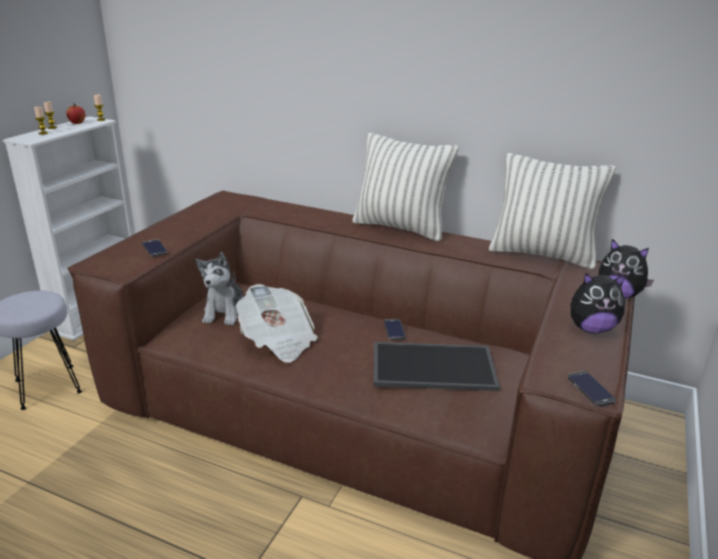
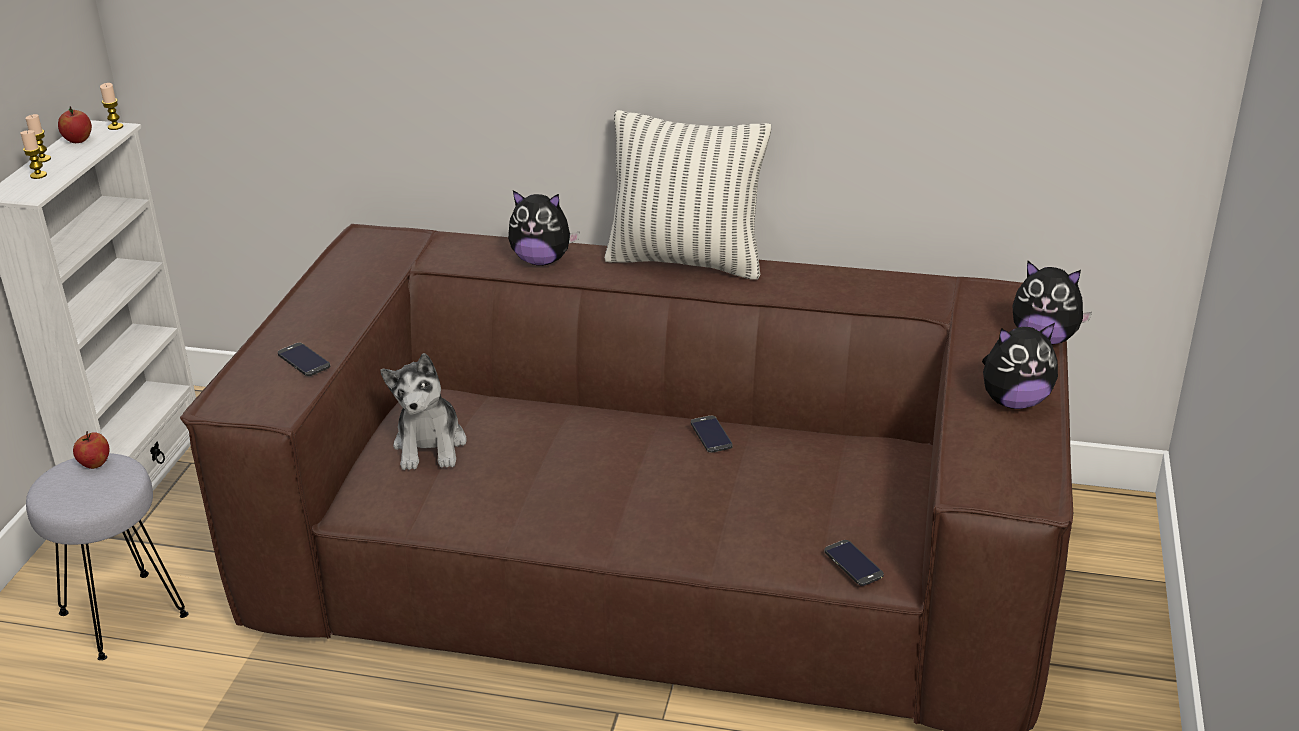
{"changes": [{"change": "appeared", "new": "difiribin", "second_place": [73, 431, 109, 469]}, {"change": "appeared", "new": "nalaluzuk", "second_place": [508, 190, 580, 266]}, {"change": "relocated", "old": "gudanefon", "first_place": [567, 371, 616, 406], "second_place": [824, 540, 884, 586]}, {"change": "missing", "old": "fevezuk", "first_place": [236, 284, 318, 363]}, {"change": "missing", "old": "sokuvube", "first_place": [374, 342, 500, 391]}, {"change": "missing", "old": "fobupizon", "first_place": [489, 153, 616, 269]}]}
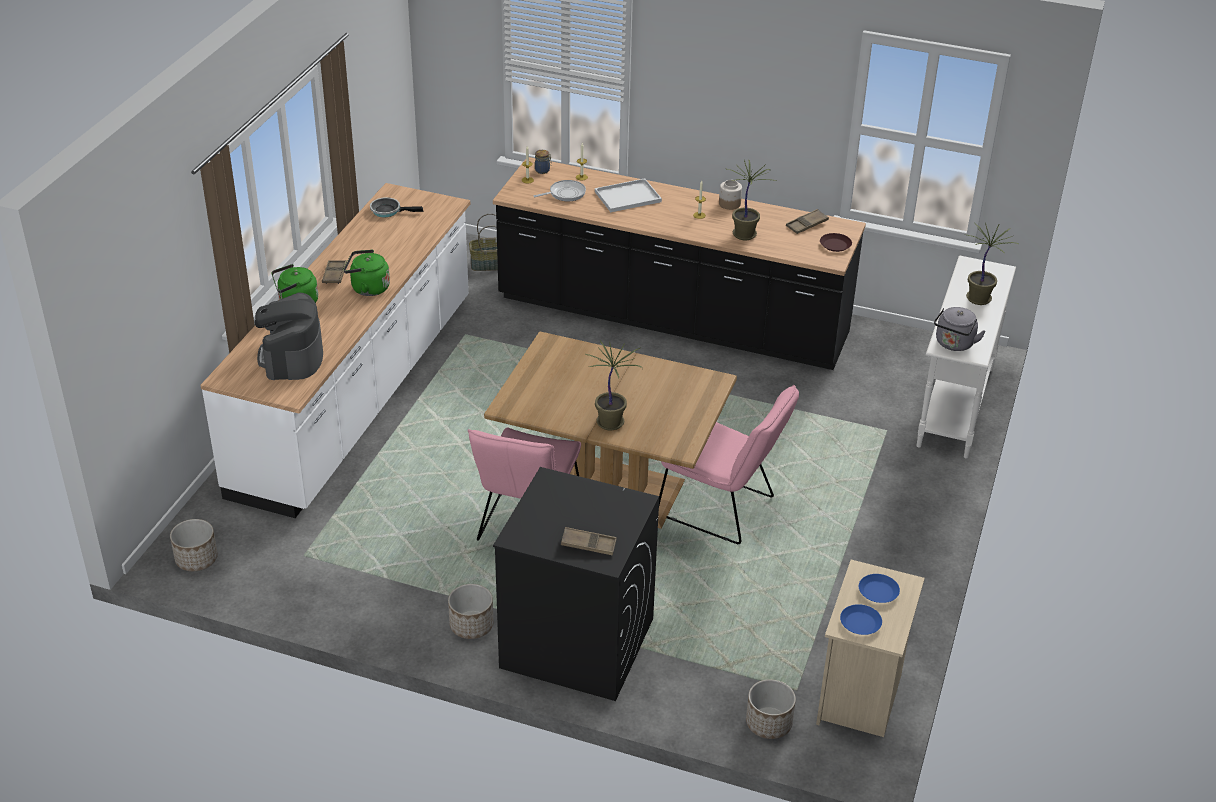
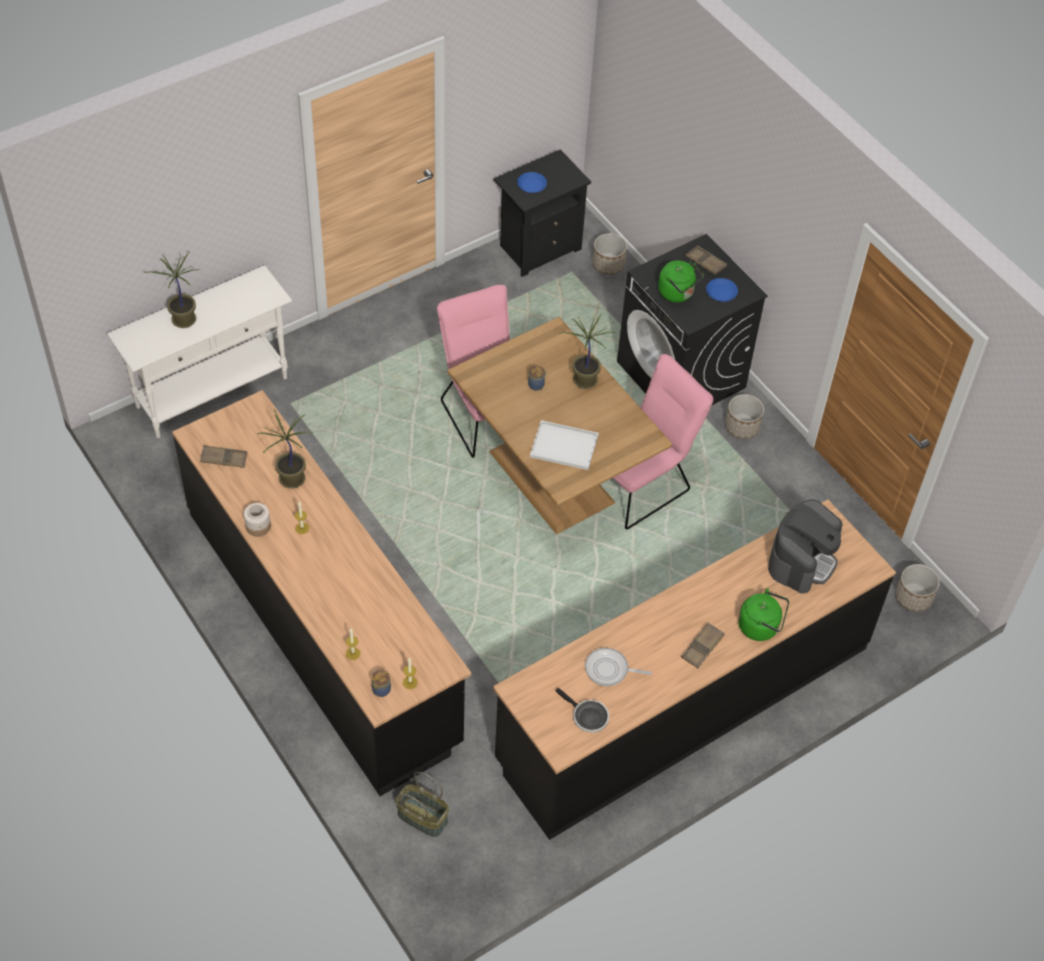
{"changes": [{"change": "colour", "old": "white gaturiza", "new": "black gaturiza", "first_place": [201, 183, 470, 518], "second_place": [493, 499, 896, 840]}, {"change": "colour", "old": "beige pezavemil", "new": "black pezavemil", "first_place": [816, 560, 925, 737], "second_place": [494, 149, 591, 277]}, {"change": "appeared", "new": "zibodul", "second_place": [528, 366, 547, 391]}, {"change": "relocated", "old": "white sokuvube", "first_place": [595, 178, 662, 212], "second_place": [530, 420, 599, 470]}, {"change": "relocated", "old": "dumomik", "first_place": [533, 180, 586, 201], "second_place": [585, 648, 652, 686]}, {"change": "relocated", "old": "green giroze", "first_place": [343, 250, 390, 296], "second_place": [658, 260, 704, 303]}, {"change": "relocated", "old": "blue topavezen", "first_place": [840, 604, 882, 635], "second_place": [706, 278, 738, 302]}, {"change": "missing", "old": "brown topavezen", "first_place": [820, 233, 852, 252]}, {"change": "missing", "old": "grey giroze", "first_place": [934, 307, 986, 351]}]}
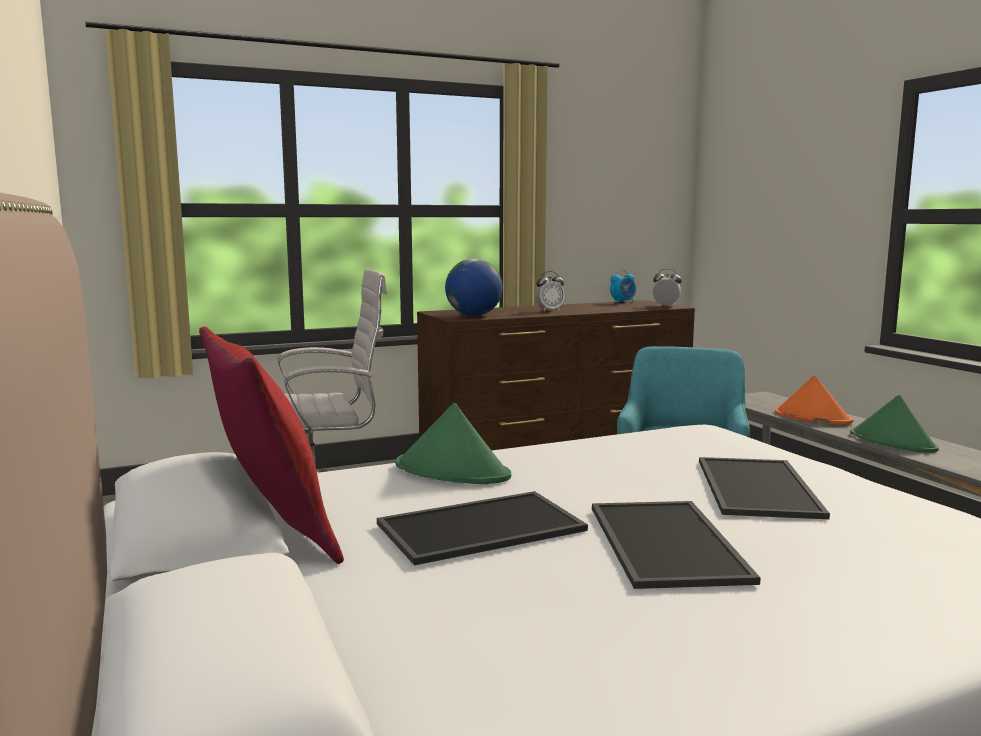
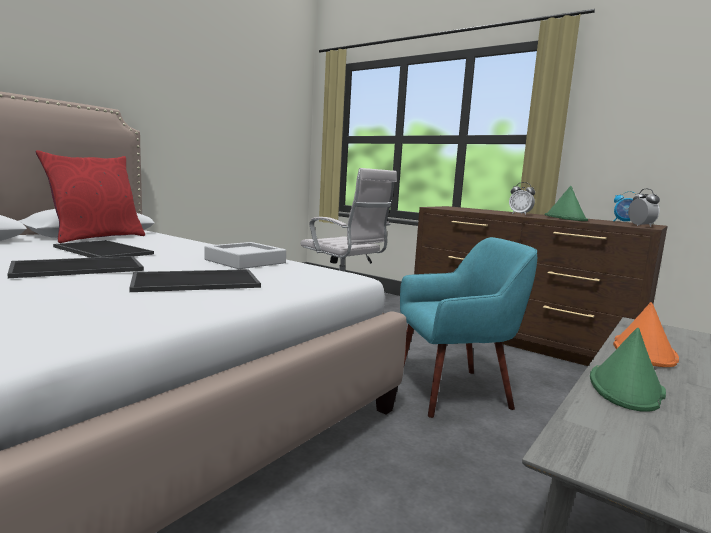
{"changes": [{"change": "appeared", "new": "grey sokuvube", "second_place": [204, 242, 286, 269]}, {"change": "relocated", "old": "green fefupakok", "first_place": [396, 403, 511, 484], "second_place": [545, 186, 588, 221]}, {"change": "missing", "old": "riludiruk", "first_place": [445, 259, 503, 316]}]}
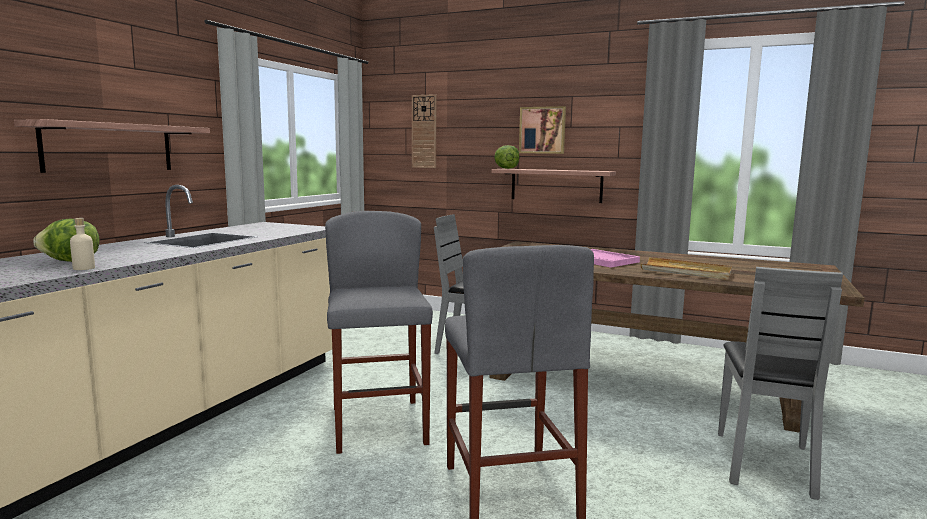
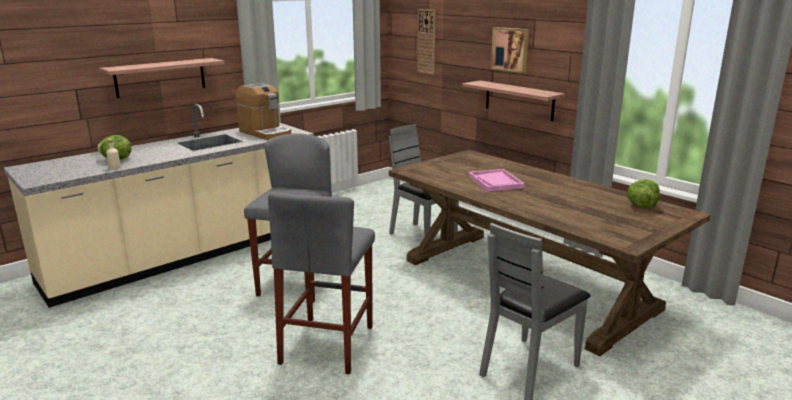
{"changes": [{"change": "appeared", "new": "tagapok", "second_place": [235, 83, 291, 140]}, {"change": "relocated", "old": "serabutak", "first_place": [494, 145, 519, 169], "second_place": [627, 180, 660, 208]}, {"change": "missing", "old": "beige sokuvube", "first_place": [641, 257, 732, 280]}]}
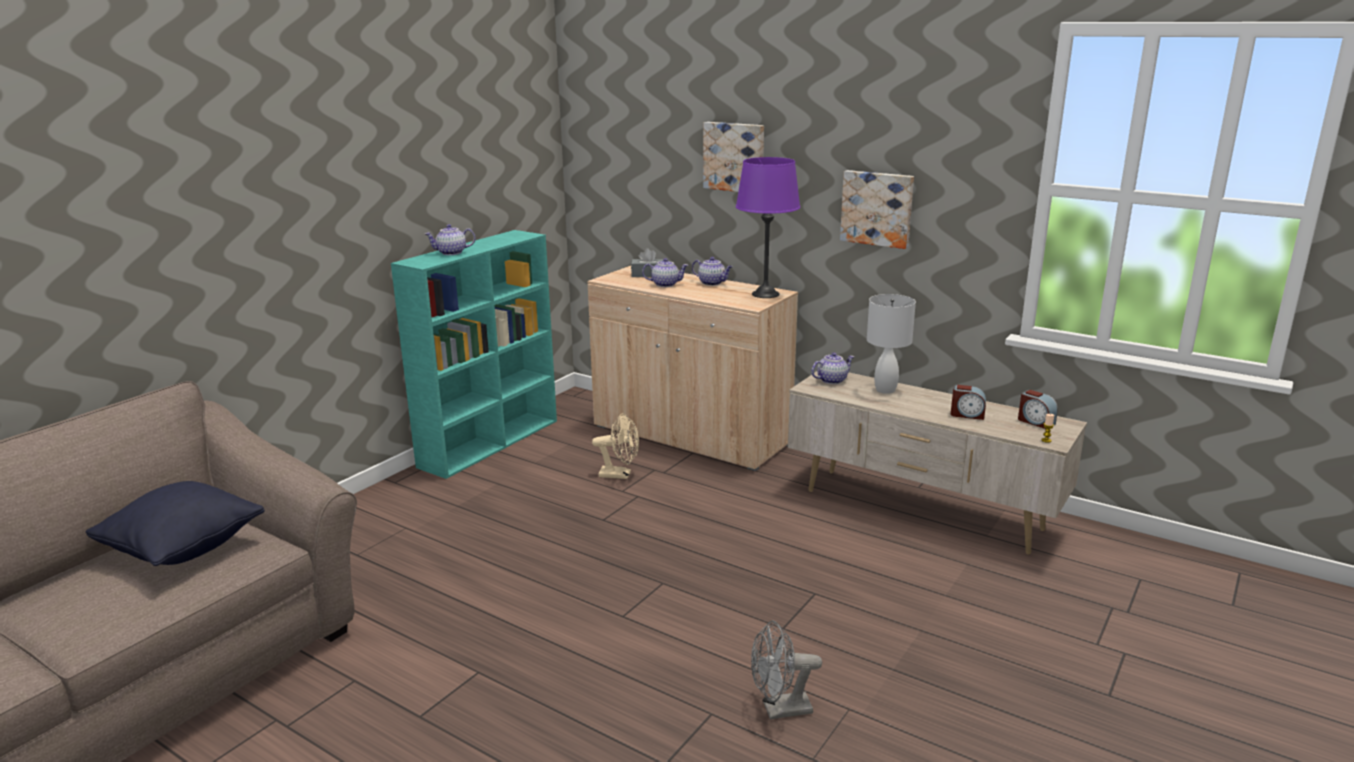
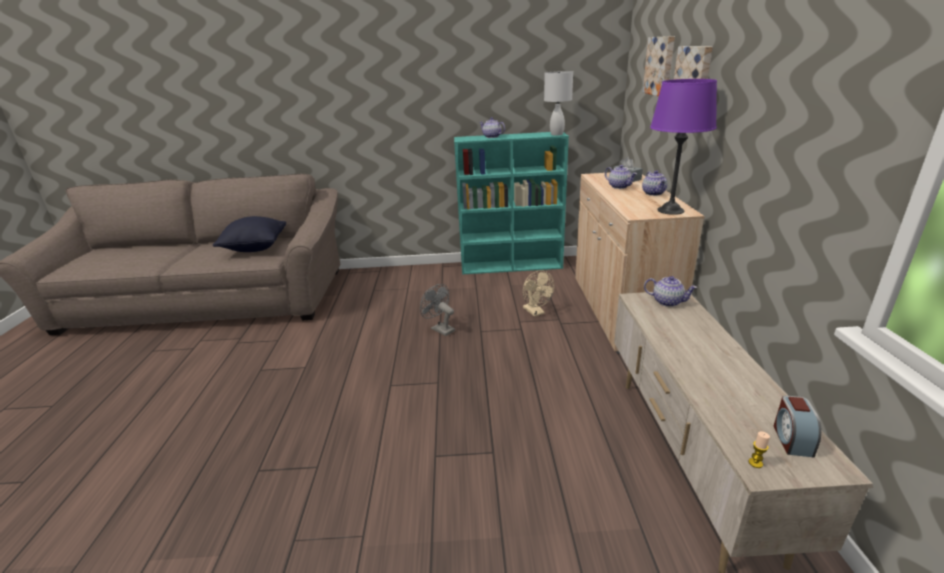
{"changes": [{"change": "relocated", "old": "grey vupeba", "first_place": [751, 620, 822, 720], "second_place": [420, 284, 455, 336]}, {"change": "relocated", "old": "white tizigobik", "first_place": [867, 294, 916, 394], "second_place": [544, 71, 573, 135]}, {"change": "relocated", "old": "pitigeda", "first_place": [840, 170, 914, 249], "second_place": [643, 36, 675, 96]}, {"change": "missing", "old": "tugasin", "first_place": [951, 385, 986, 420]}]}
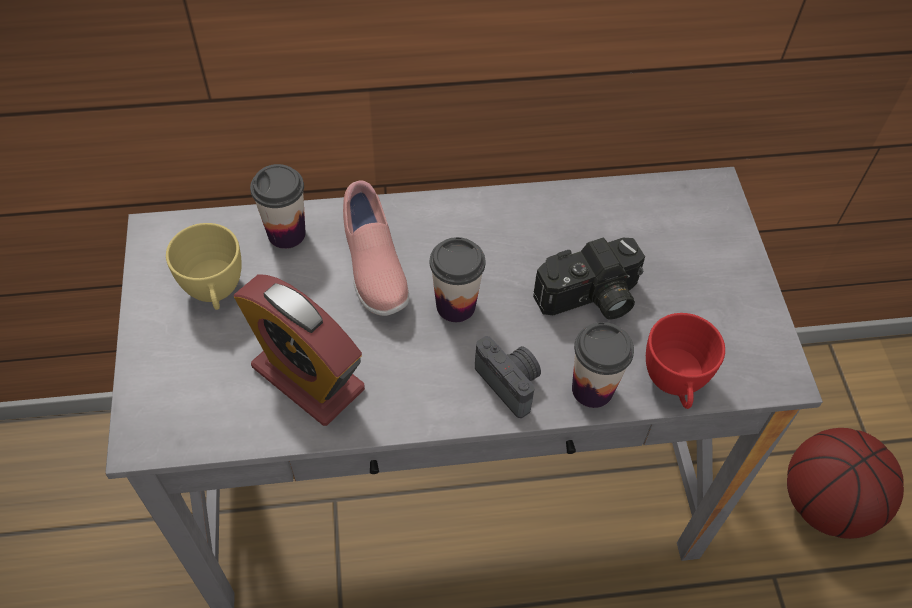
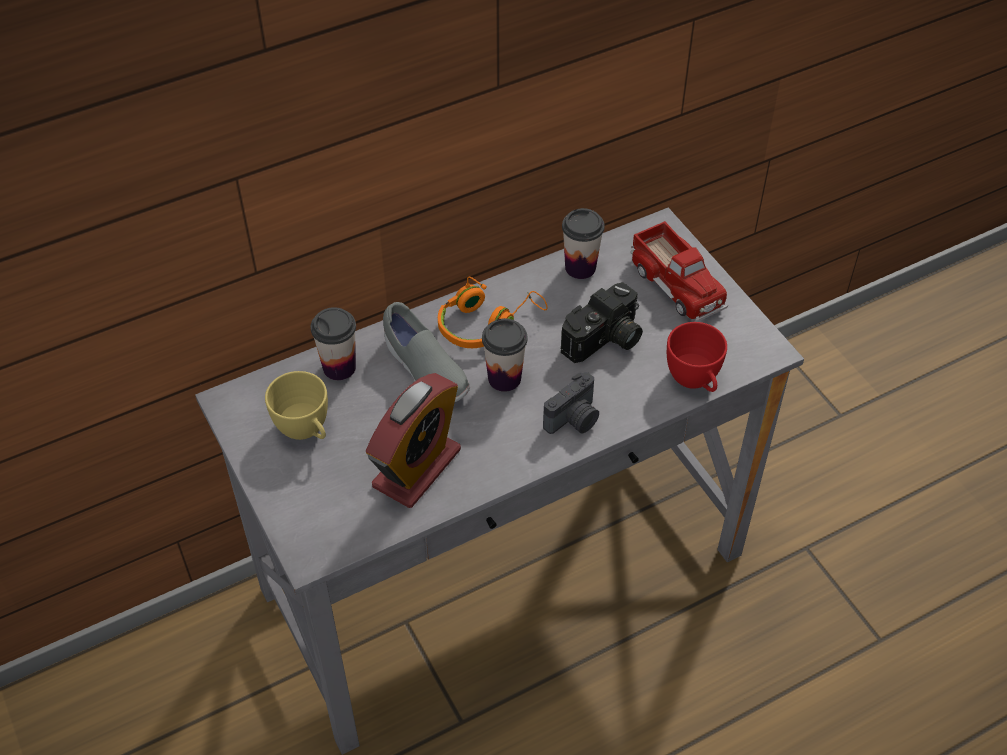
{"changes": [{"change": "spun", "old": "tugasin", "first_place": [234, 274, 365, 426], "second_place": [366, 373, 461, 508], "degrees": -75}, {"change": "colour", "old": "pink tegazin", "new": "grey tegazin", "first_place": [343, 181, 409, 316], "second_place": [383, 302, 470, 402]}, {"change": "appeared", "new": "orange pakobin", "second_place": [438, 276, 548, 348]}, {"change": "spun", "old": "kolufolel", "first_place": [475, 336, 541, 418], "second_place": [543, 372, 599, 434], "degrees": 105}, {"change": "relocated", "old": "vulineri", "first_place": [572, 322, 634, 408], "second_place": [562, 208, 604, 279]}, {"change": "appeared", "new": "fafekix", "second_place": [630, 221, 728, 322]}, {"change": "missing", "old": "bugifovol", "first_place": [787, 428, 904, 539]}]}
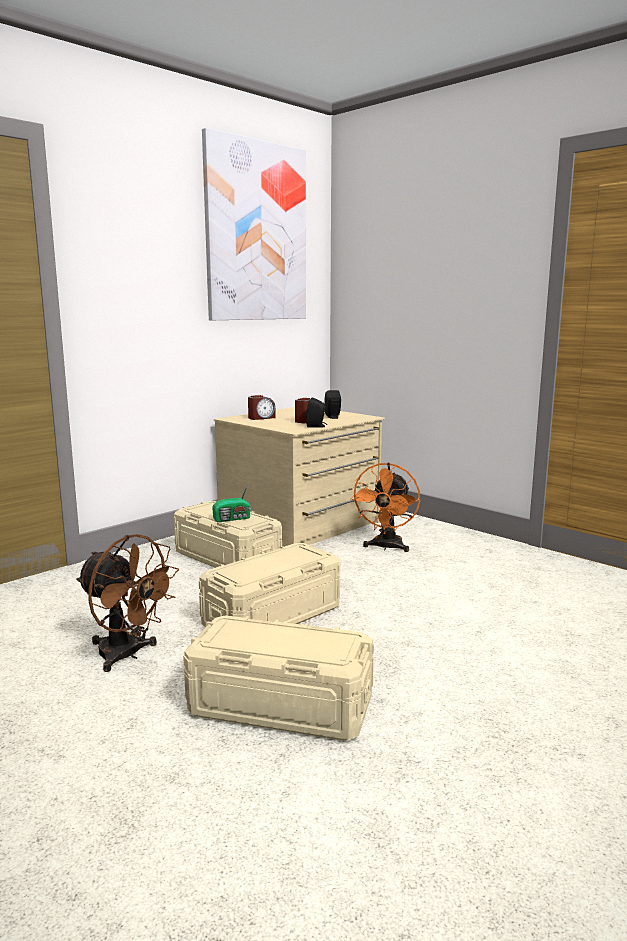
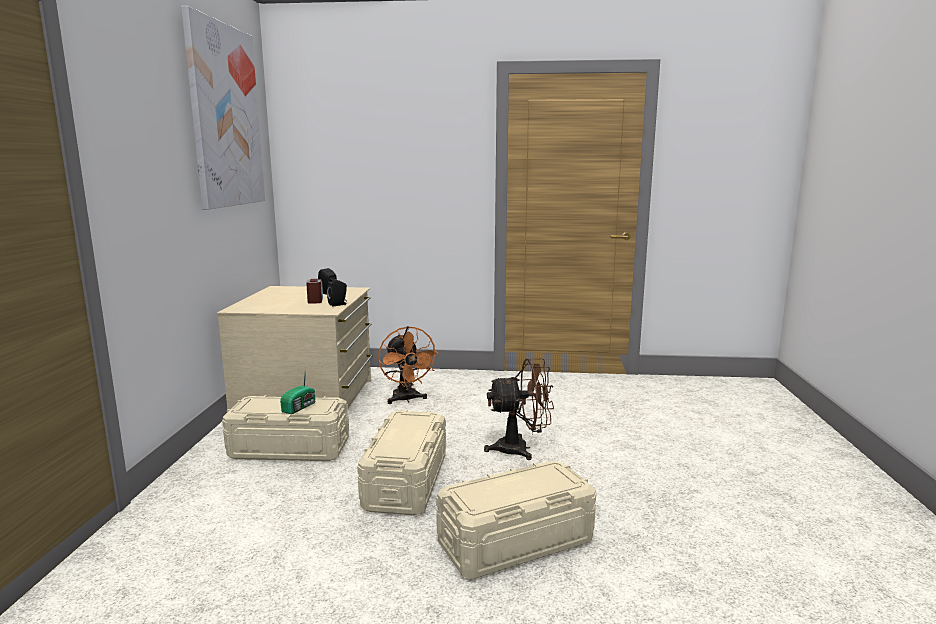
{"changes": [{"change": "relocated", "old": "brown vupeba", "first_place": [76, 534, 179, 672], "second_place": [484, 358, 554, 460]}, {"change": "missing", "old": "tugasin", "first_place": [248, 395, 276, 420]}]}
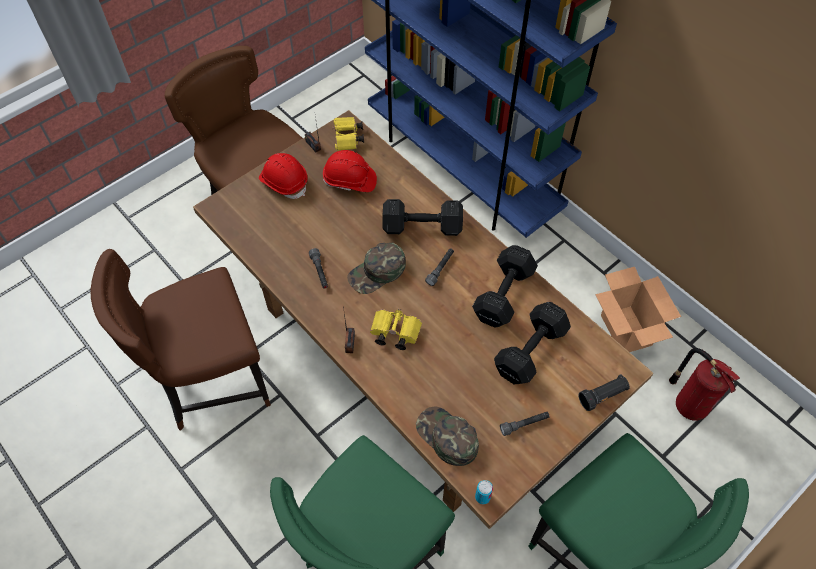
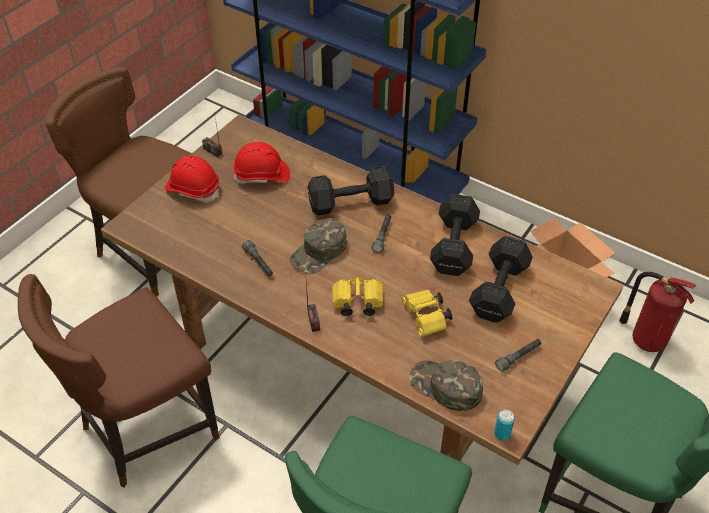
{"changes": [{"change": "relocated", "old": "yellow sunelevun", "first_place": [332, 117, 364, 151], "second_place": [402, 290, 452, 337]}, {"change": "missing", "old": "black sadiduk", "first_place": [578, 374, 630, 411]}]}
